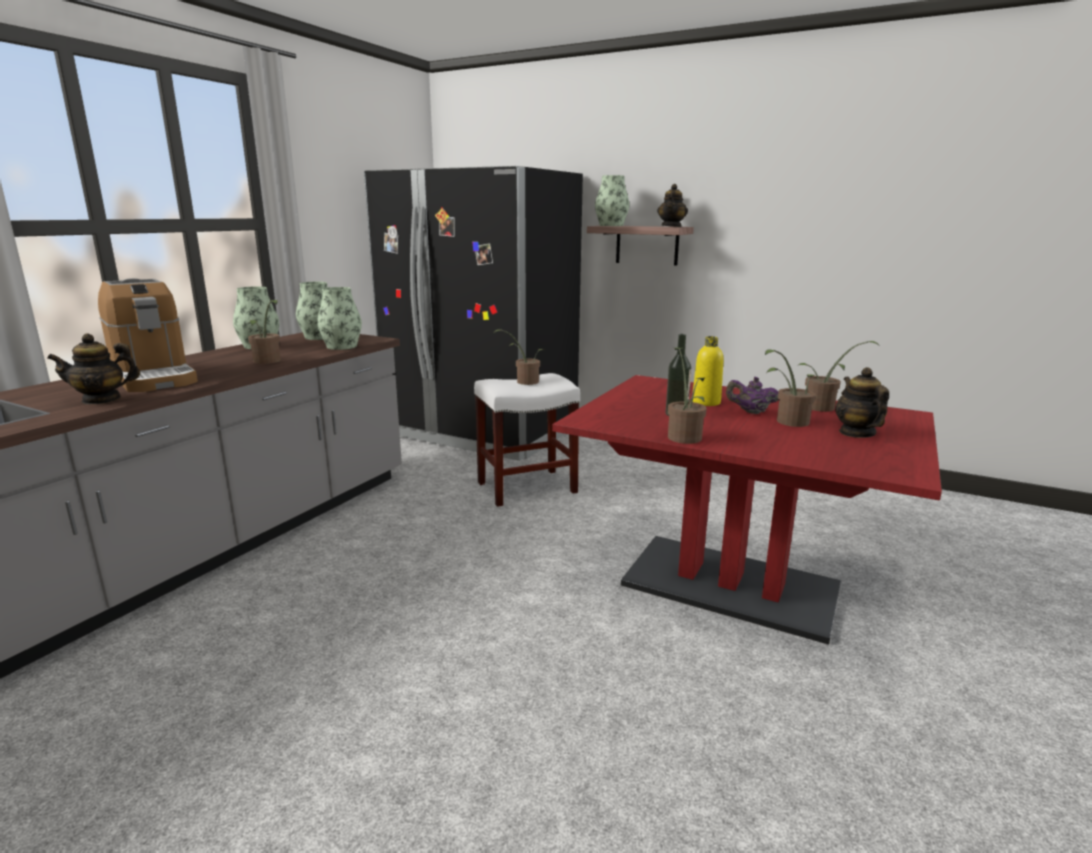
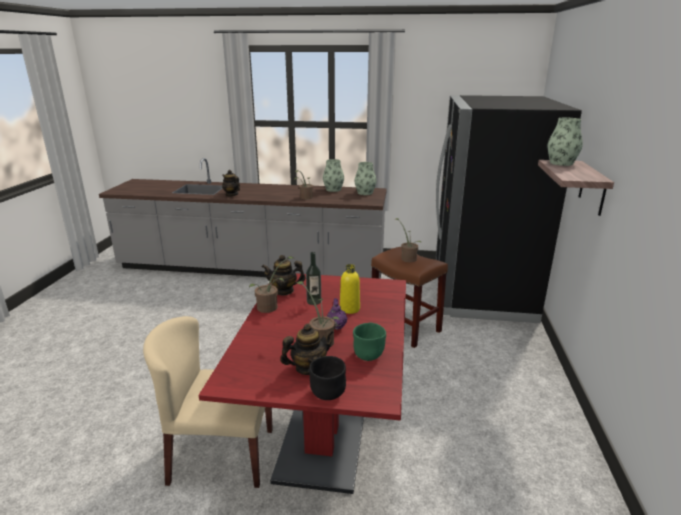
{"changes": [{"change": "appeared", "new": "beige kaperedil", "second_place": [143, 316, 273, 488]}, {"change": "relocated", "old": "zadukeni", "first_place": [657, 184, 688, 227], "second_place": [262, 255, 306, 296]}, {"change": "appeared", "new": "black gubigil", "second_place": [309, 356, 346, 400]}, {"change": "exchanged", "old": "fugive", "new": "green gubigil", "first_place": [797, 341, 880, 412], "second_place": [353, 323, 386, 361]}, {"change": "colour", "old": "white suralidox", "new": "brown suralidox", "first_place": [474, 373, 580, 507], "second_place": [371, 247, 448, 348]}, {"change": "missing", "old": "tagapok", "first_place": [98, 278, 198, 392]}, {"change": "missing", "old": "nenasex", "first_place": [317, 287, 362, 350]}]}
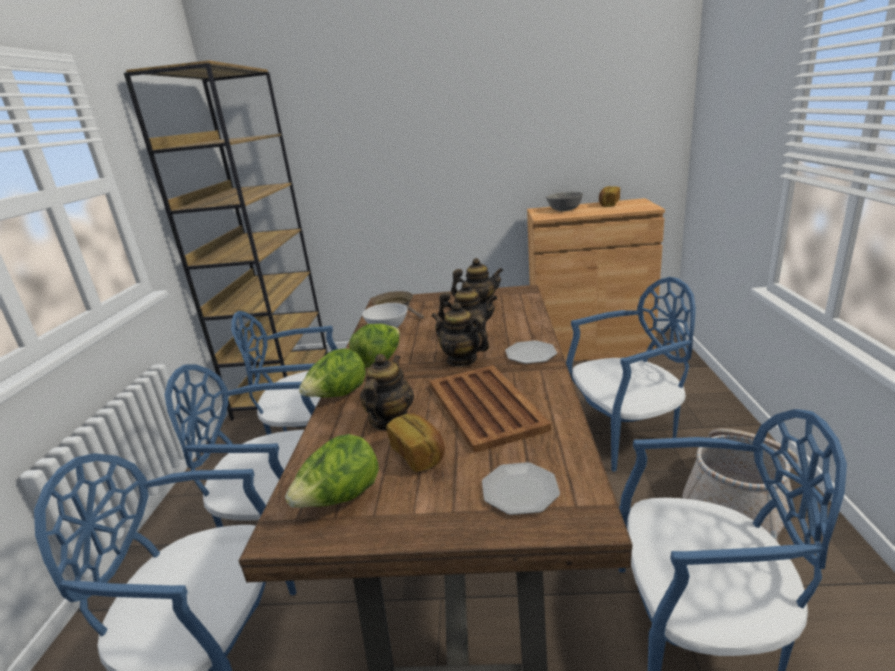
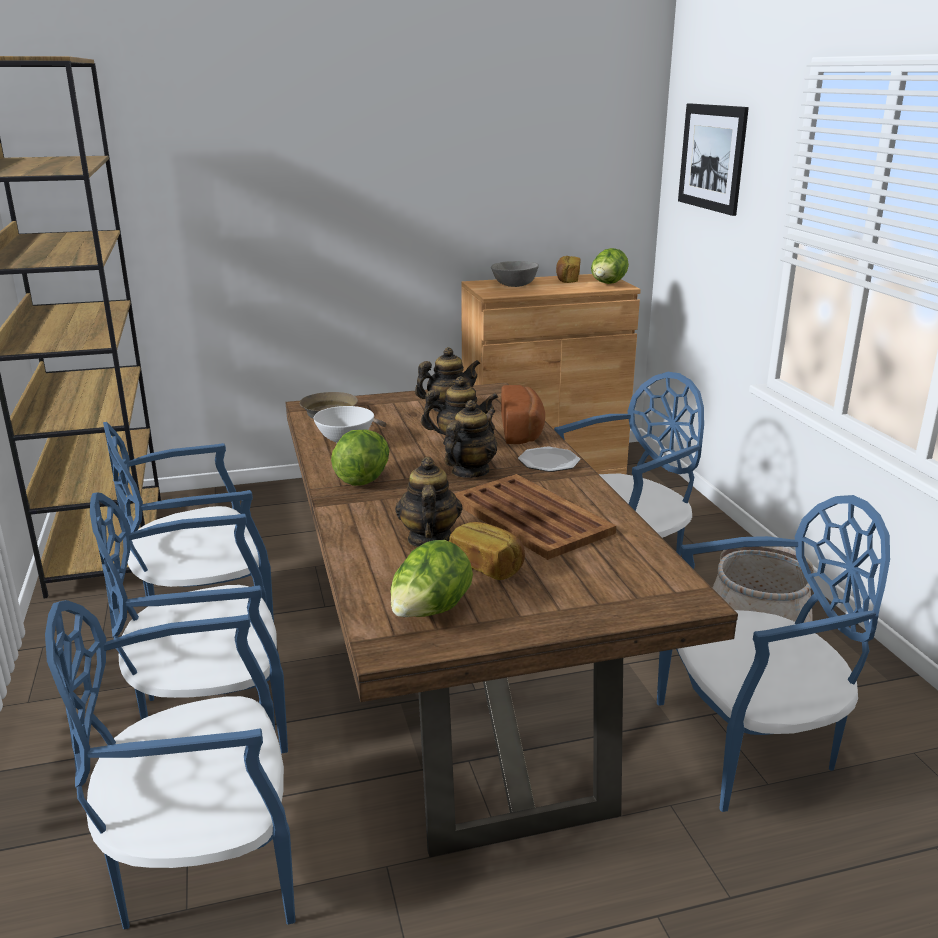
{"changes": [{"change": "spun", "old": "zadukeni", "first_place": [432, 302, 490, 367], "second_place": [445, 400, 497, 478], "degrees": 105}, {"change": "appeared", "new": "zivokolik", "second_place": [501, 385, 545, 444]}, {"change": "relocated", "old": "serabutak", "first_place": [299, 348, 366, 397], "second_place": [591, 248, 629, 284]}, {"change": "appeared", "new": "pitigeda", "second_place": [678, 103, 749, 216]}, {"change": "missing", "old": "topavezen", "first_place": [482, 462, 560, 515]}]}
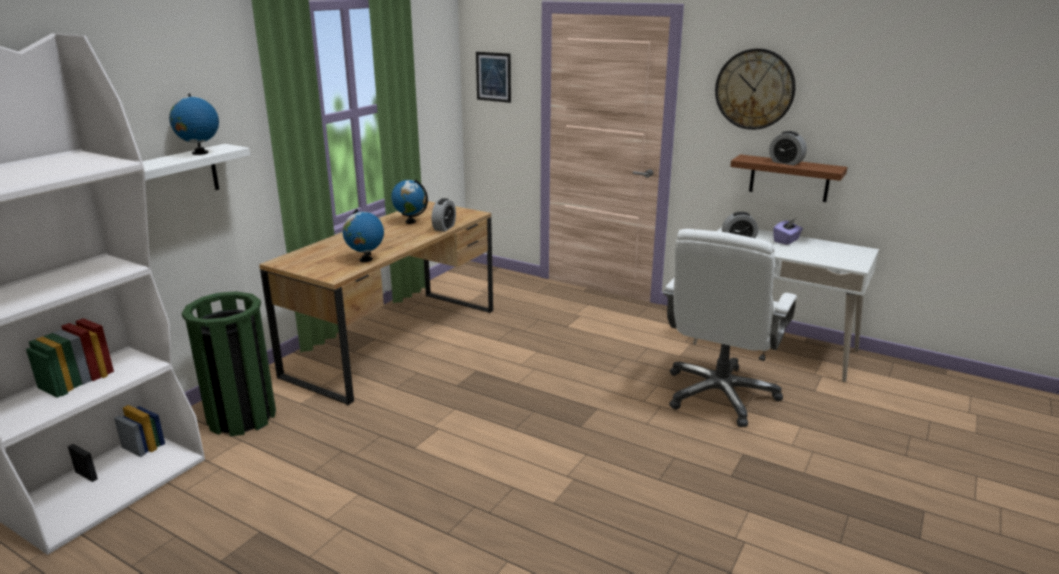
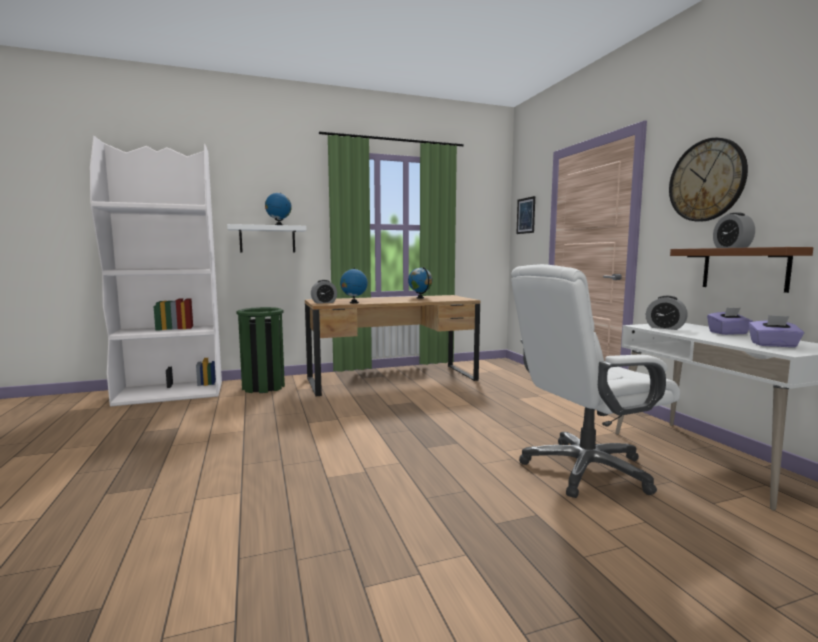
{"changes": [{"change": "relocated", "old": "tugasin", "first_place": [432, 198, 456, 232], "second_place": [311, 280, 337, 304]}, {"change": "appeared", "new": "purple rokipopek", "second_place": [749, 315, 804, 347]}]}
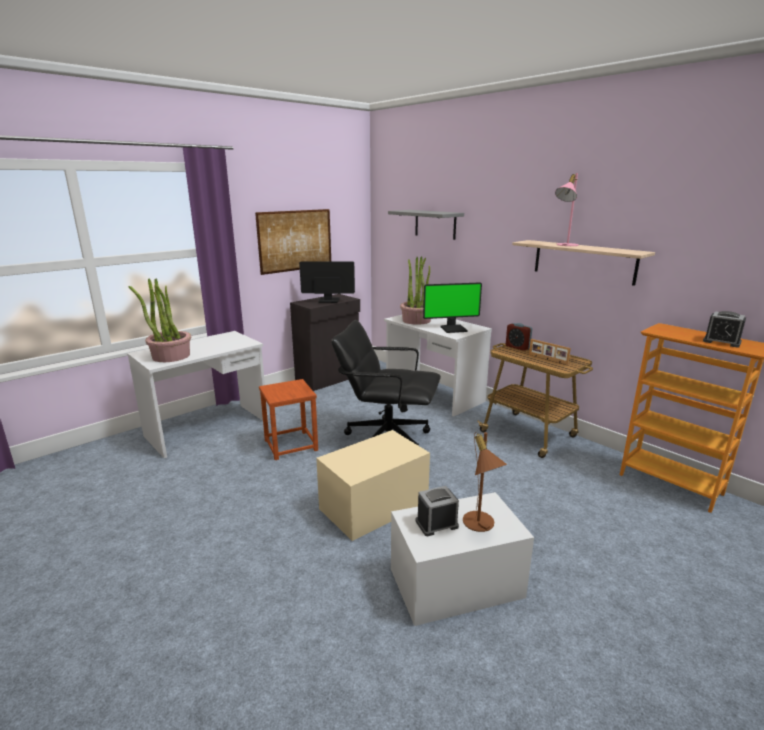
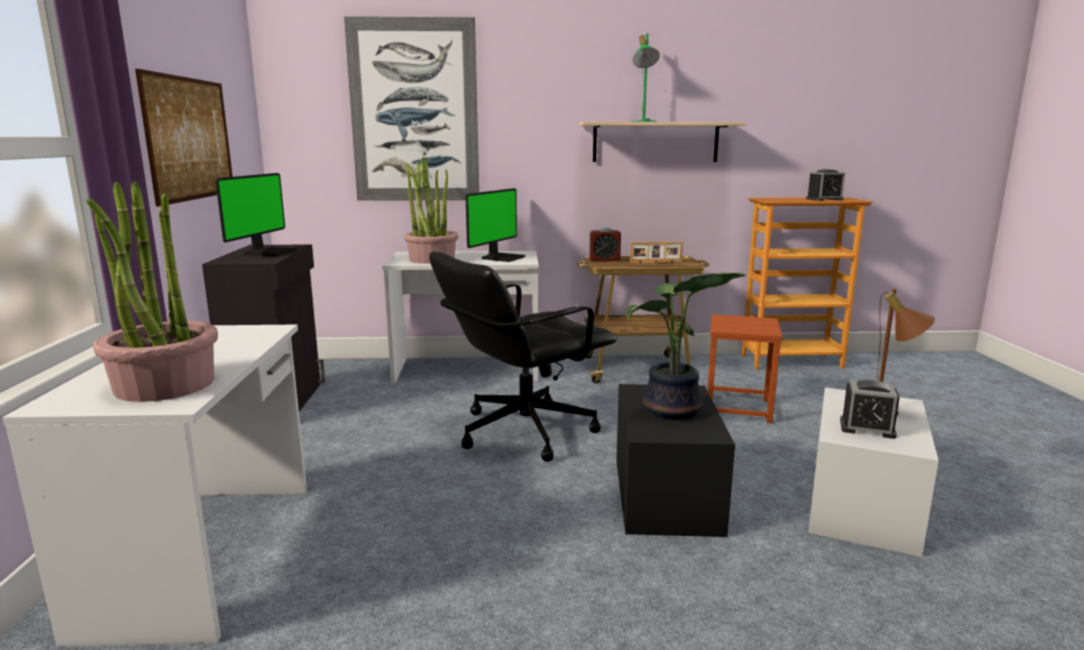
{"changes": [{"change": "spun", "old": "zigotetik", "first_place": [299, 261, 355, 303], "second_place": [215, 173, 297, 256], "degrees": 150}, {"change": "exchanged", "old": "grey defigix", "new": "pitigeda", "first_place": [388, 210, 464, 240], "second_place": [344, 16, 479, 201]}, {"change": "colour", "old": "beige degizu", "new": "black degizu", "first_place": [316, 430, 430, 541], "second_place": [616, 384, 735, 537]}, {"change": "appeared", "new": "fugive", "second_place": [625, 272, 746, 420]}, {"change": "colour", "old": "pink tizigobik", "new": "green tizigobik", "first_place": [555, 173, 579, 246], "second_place": [631, 33, 660, 122]}, {"change": "relocated", "old": "brown suralidox", "first_place": [259, 379, 318, 460], "second_place": [708, 314, 782, 423]}, {"change": "spun", "old": "tugasin", "first_place": [415, 486, 459, 536], "second_place": [840, 380, 900, 439], "degrees": -90}]}
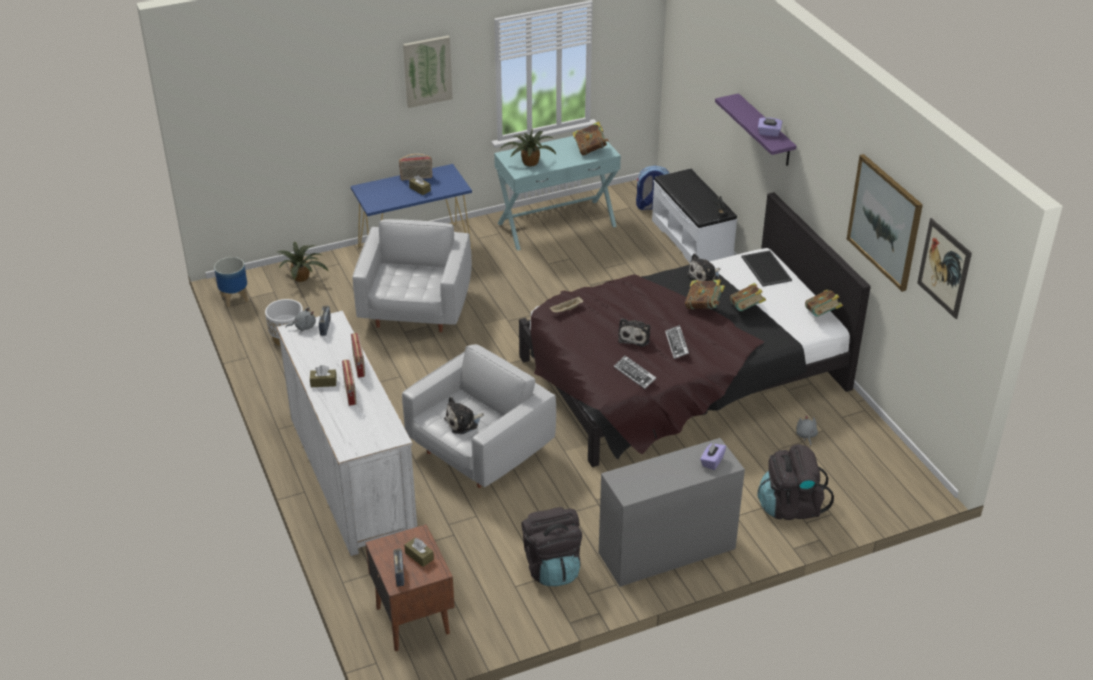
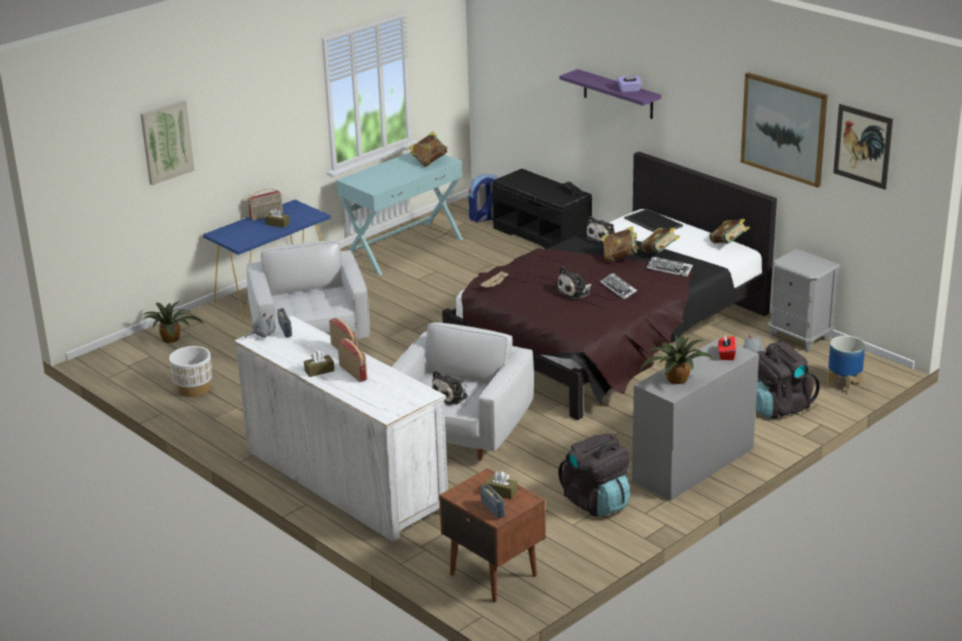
{"changes": [{"change": "relocated", "old": "pitigeda", "first_place": [403, 36, 453, 108], "second_place": [140, 100, 195, 185]}, {"change": "colour", "old": "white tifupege", "new": "black tifupege", "first_place": [652, 169, 737, 263], "second_place": [492, 169, 592, 249]}, {"change": "spun", "old": "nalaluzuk", "first_place": [618, 318, 650, 347], "second_place": [556, 266, 592, 299], "degrees": 60}, {"change": "relocated", "old": "fugive", "first_place": [501, 129, 556, 166], "second_place": [640, 335, 715, 384]}, {"change": "relocated", "old": "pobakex", "first_place": [614, 356, 656, 389], "second_place": [647, 256, 693, 277]}, {"change": "colour", "old": "purple rokipopek", "new": "red rokipopek", "first_place": [700, 442, 726, 470], "second_place": [718, 335, 736, 360]}, {"change": "appeared", "new": "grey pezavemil", "second_place": [768, 249, 840, 352]}, {"change": "relocated", "old": "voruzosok", "first_place": [214, 257, 248, 307], "second_place": [827, 336, 865, 394]}]}
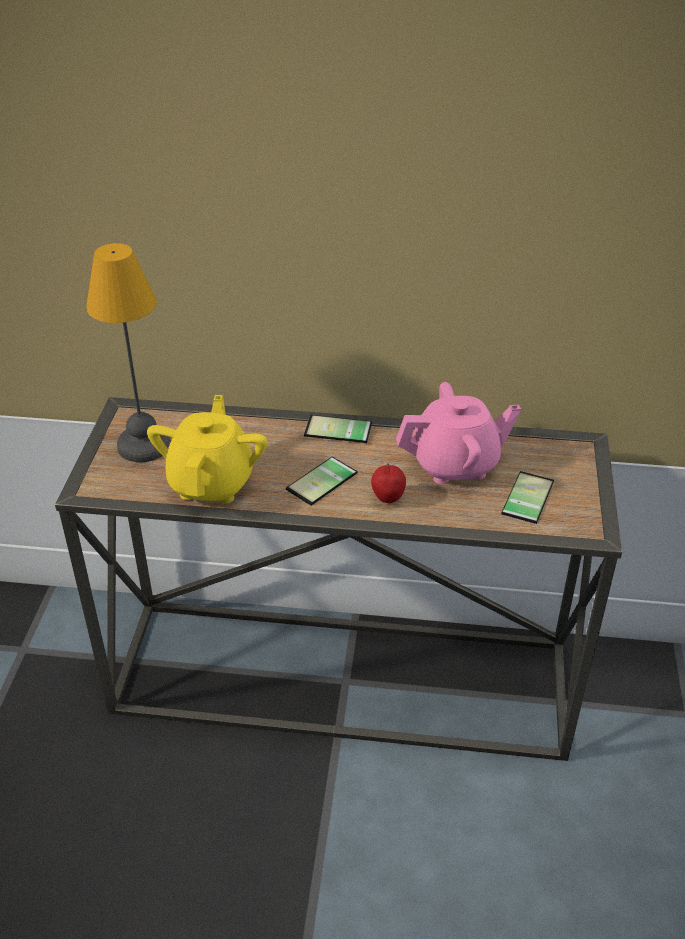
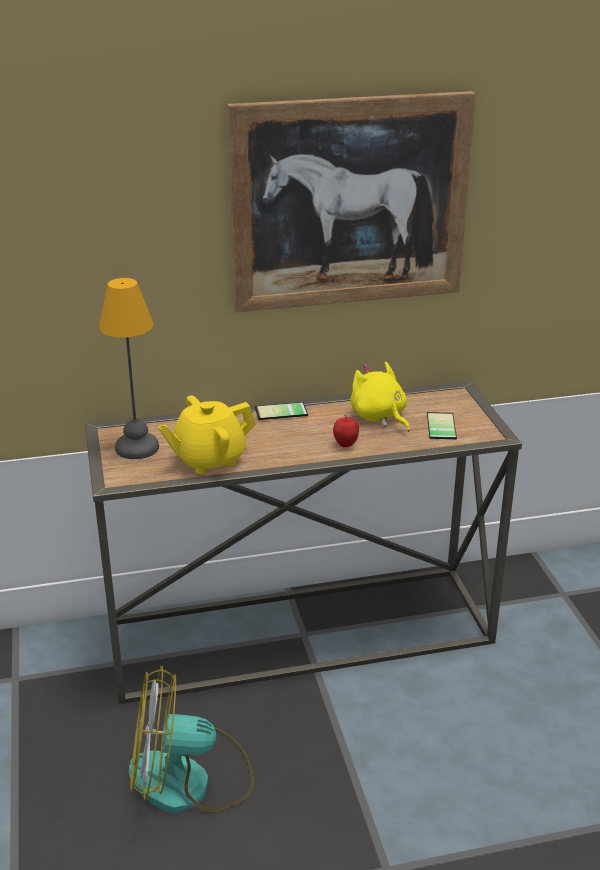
{"changes": [{"change": "appeared", "new": "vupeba", "second_place": [129, 666, 253, 813]}, {"change": "spun", "old": "yellow zadukeni", "first_place": [147, 395, 267, 504], "second_place": [158, 395, 256, 474], "degrees": -105}, {"change": "appeared", "new": "pitigeda", "second_place": [227, 91, 476, 313]}, {"change": "exchanged", "old": "pink zadukeni", "new": "yellow nalaluzuk", "first_place": [396, 382, 521, 484], "second_place": [350, 362, 410, 432]}, {"change": "missing", "old": "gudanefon", "first_place": [286, 456, 357, 505]}]}
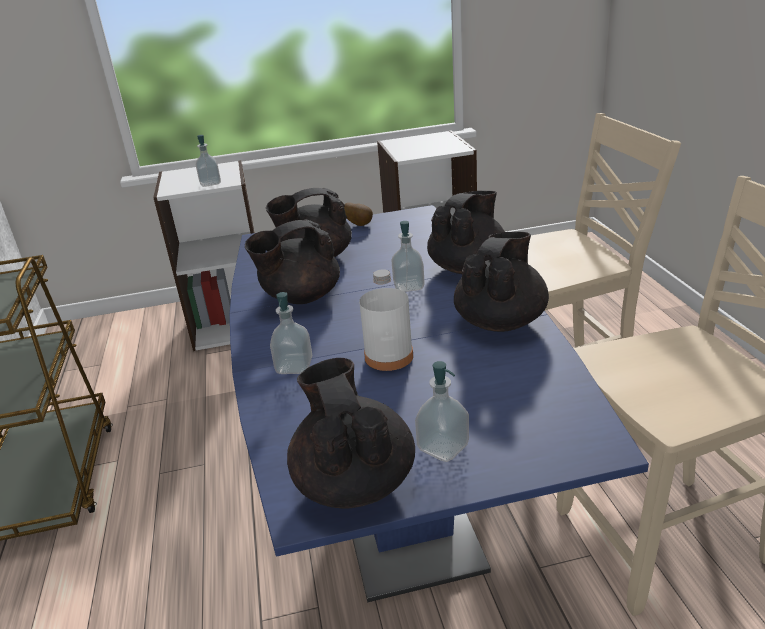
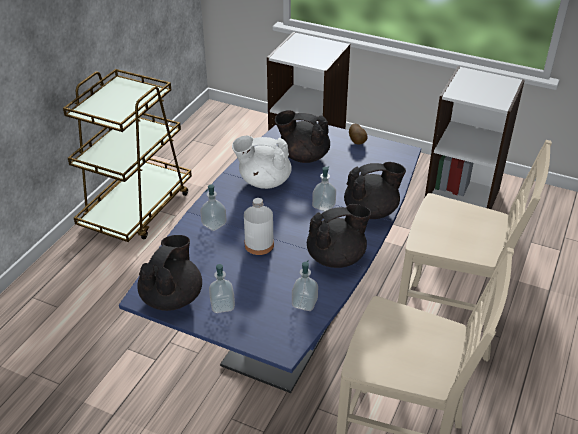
{"changes": [{"change": "colour", "old": "black zadukeni", "new": "white zadukeni", "first_place": [245, 219, 340, 304], "second_place": [232, 136, 292, 189]}, {"change": "relocated", "old": "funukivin", "first_place": [196, 135, 221, 187], "second_place": [292, 260, 318, 311]}]}
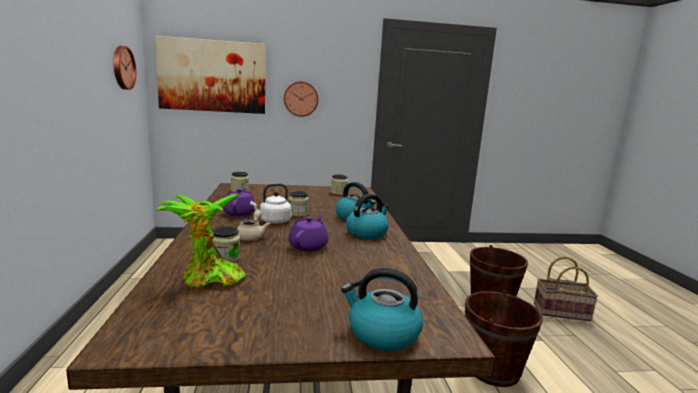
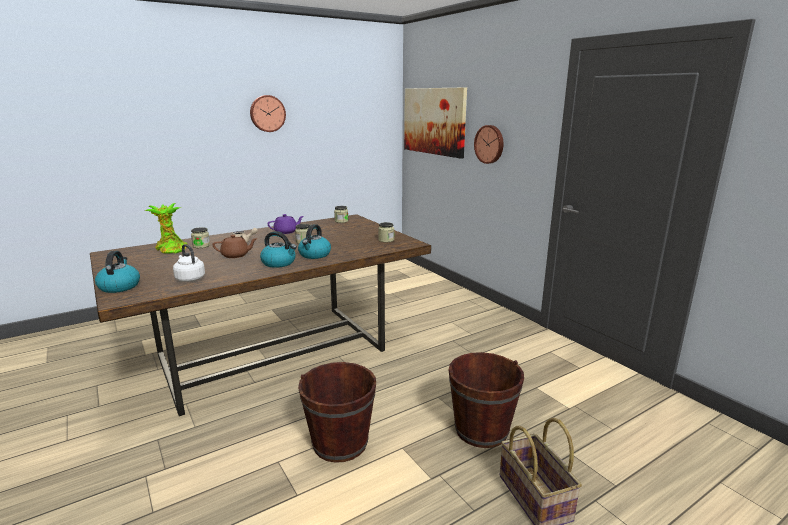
{"changes": [{"change": "relocated", "old": "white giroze", "first_place": [250, 183, 292, 224], "second_place": [173, 244, 205, 282]}, {"change": "colour", "old": "purple zadukeni", "new": "brown zadukeni", "first_place": [288, 215, 328, 252], "second_place": [213, 235, 258, 258]}, {"change": "relocated", "old": "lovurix", "first_place": [113, 46, 136, 90], "second_place": [250, 95, 286, 132]}]}
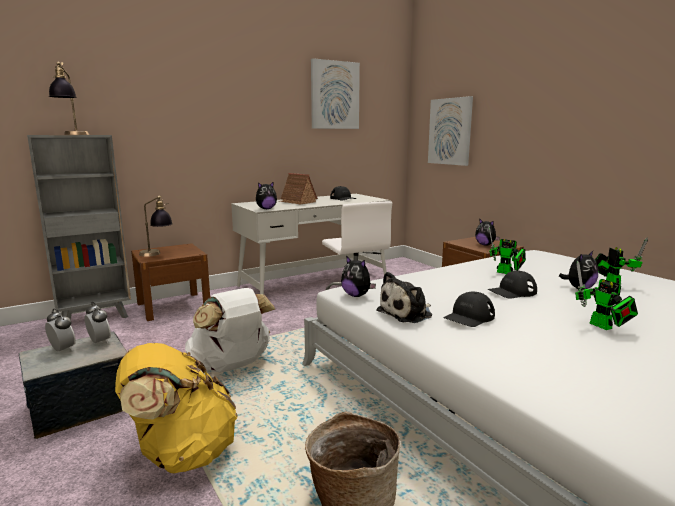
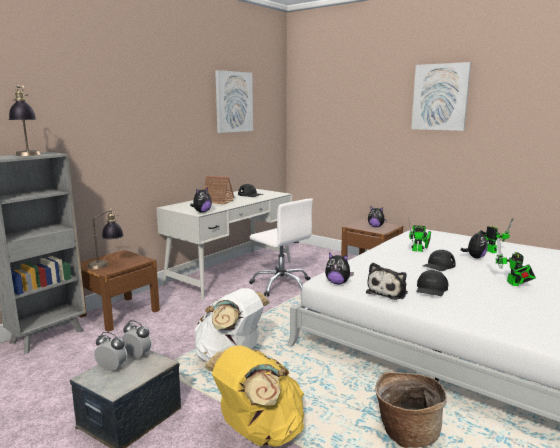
{"changes": [{"change": "relocated", "old": "pitigeda", "first_place": [428, 96, 473, 166], "second_place": [411, 62, 471, 131]}, {"change": "spun", "old": "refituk", "first_place": [575, 261, 638, 330], "second_place": [496, 238, 536, 286], "degrees": 45}]}
